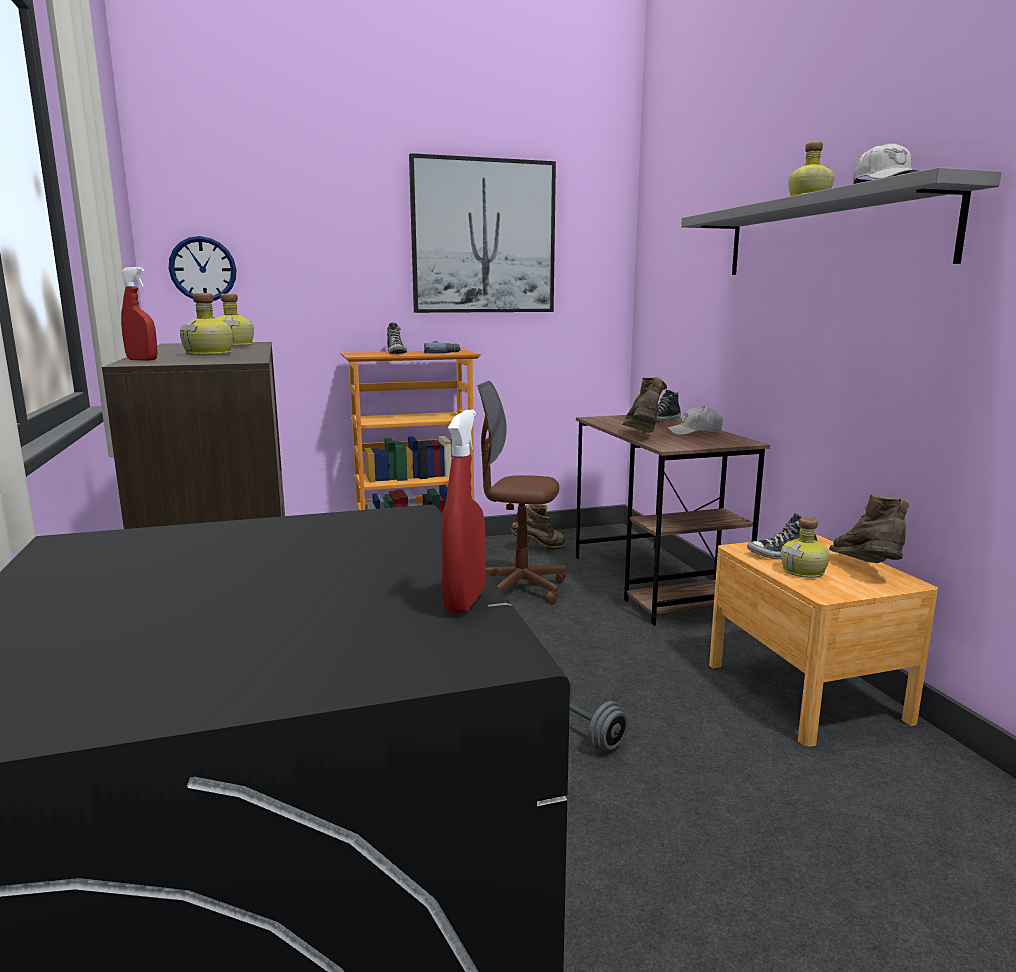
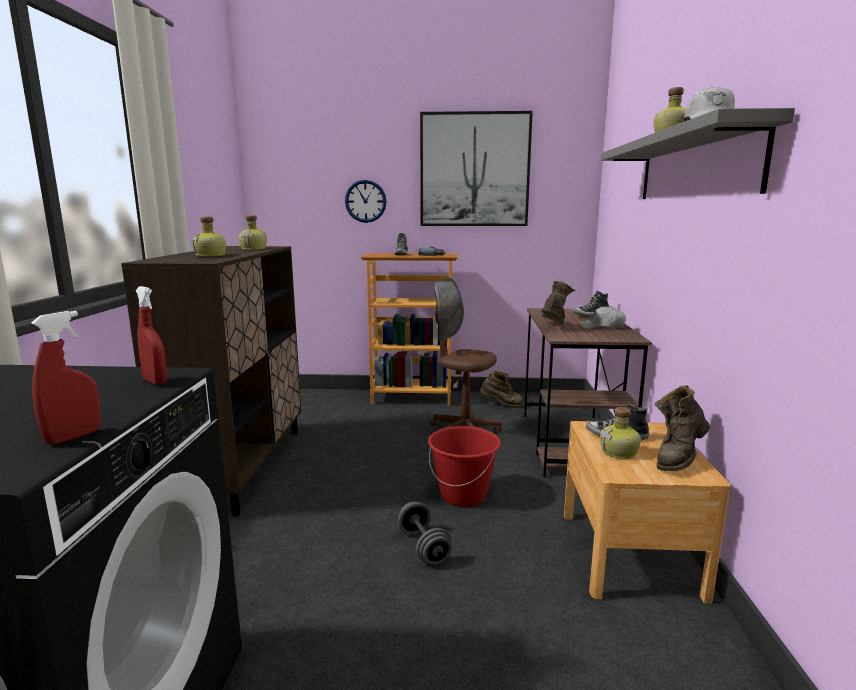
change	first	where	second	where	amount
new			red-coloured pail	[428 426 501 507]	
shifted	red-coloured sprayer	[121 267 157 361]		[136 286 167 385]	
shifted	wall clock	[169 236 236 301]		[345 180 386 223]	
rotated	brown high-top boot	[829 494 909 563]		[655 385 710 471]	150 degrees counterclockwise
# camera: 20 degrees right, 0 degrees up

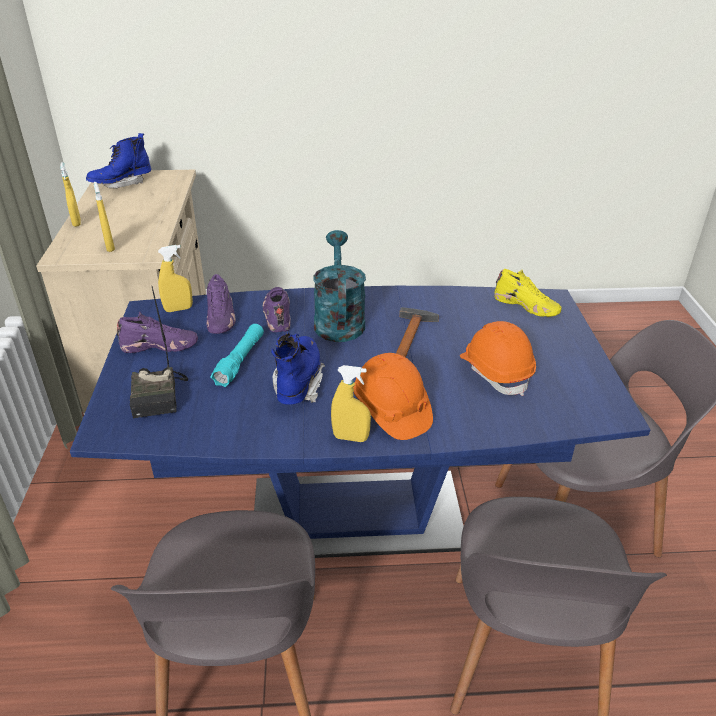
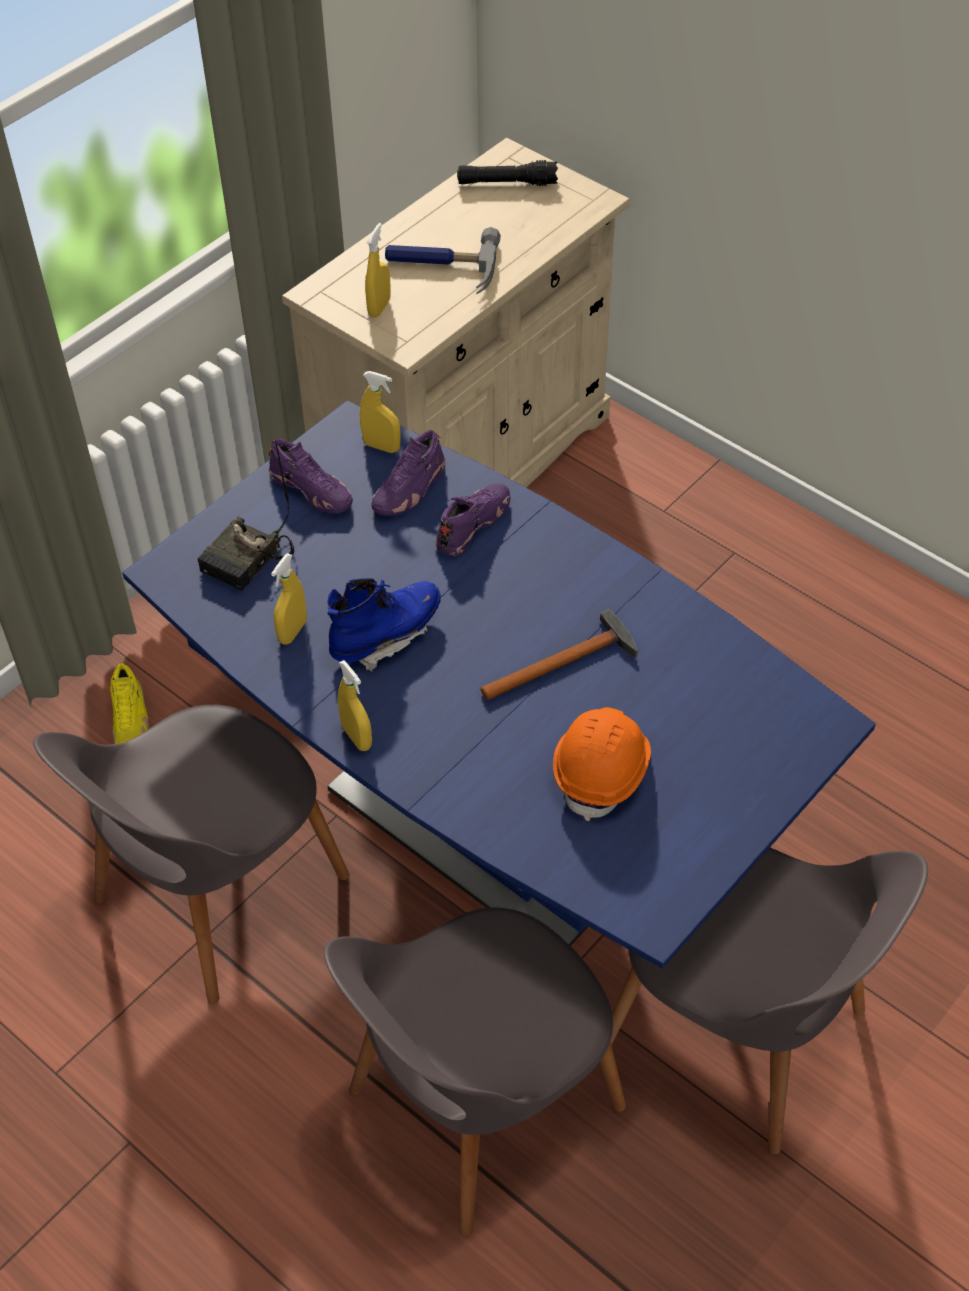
change	first	where	second	where	amount
gone	turquoise hand torch	[211 324 264 387]			
gone	turquoise watering can	[313 230 366 342]			
gone	orange-coloured safety helmet	[353 353 433 440]			
new			tool hammer	[385 227 501 294]	
shifted	yellow sprayer	[60 162 81 227]		[271 553 307 645]	
shifted	yellow low shoe	[494 269 561 317]		[110 663 149 744]	
swapped	blue high-top boot	[86 133 151 189]	black-coloured hand torch	[457 160 558 186]	
# camera: 45 degrees right, 15 degrees up

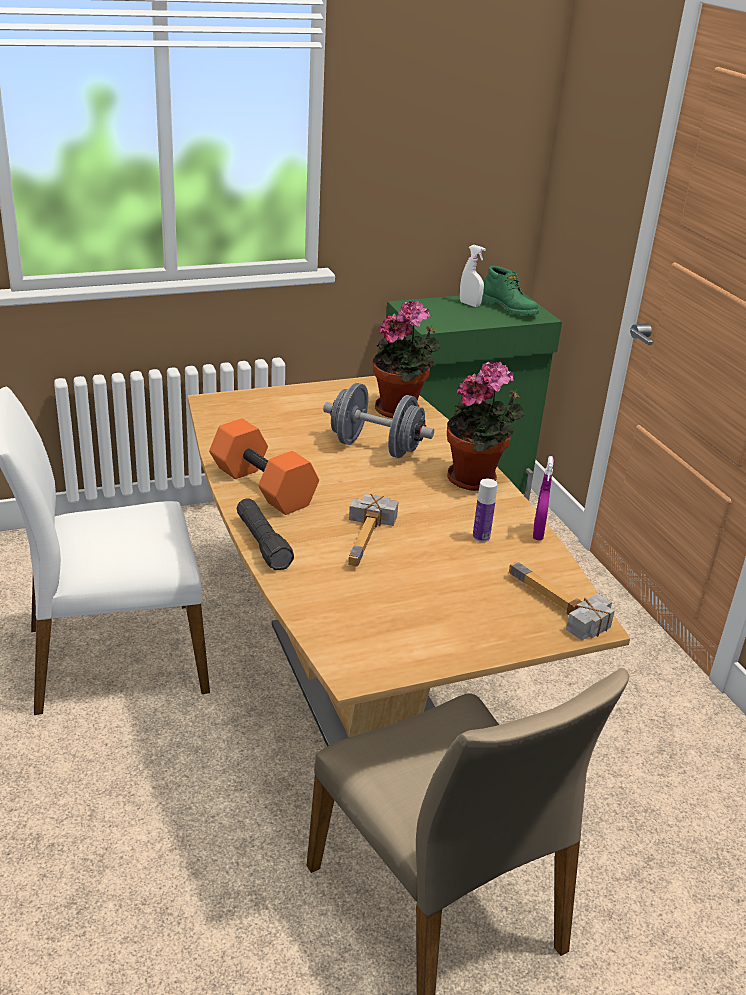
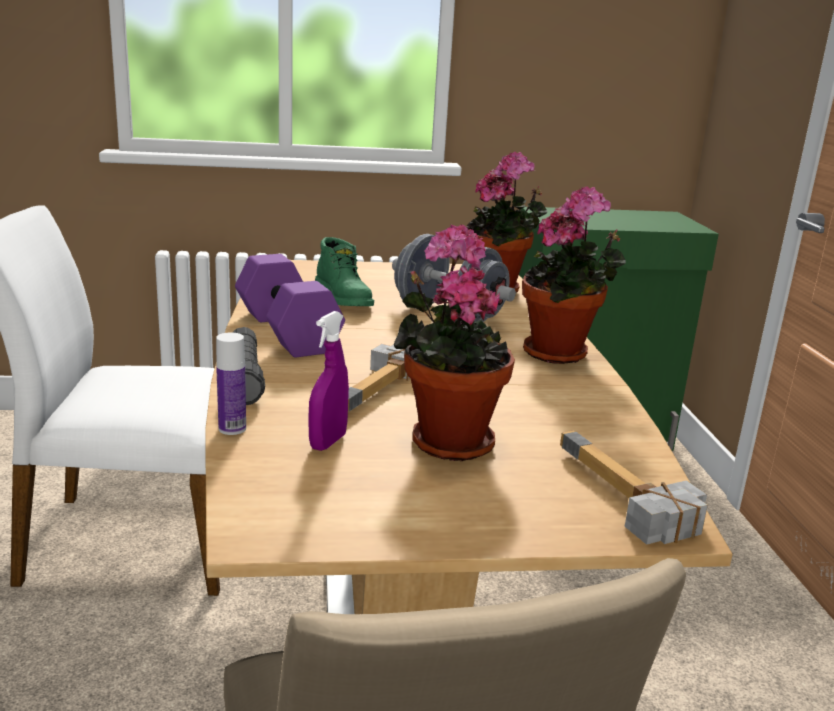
change	first	where	second	where	amount
gone	whitish sprayer	[460 245 486 307]			
new			plant in a pot	[394 224 515 461]	
shifted	beverage bottle	[473 479 497 542]		[216 332 246 435]	
shifted	green high-top boot	[482 266 539 315]		[315 237 374 306]	
shifted	purplish sprayer	[533 456 553 540]		[308 311 349 451]	
repainted	orange-coloured free weight	[209 419 319 515]	purplish free weight	[235 254 345 357]	
# camera: 15 degrees right, 10 degrees down

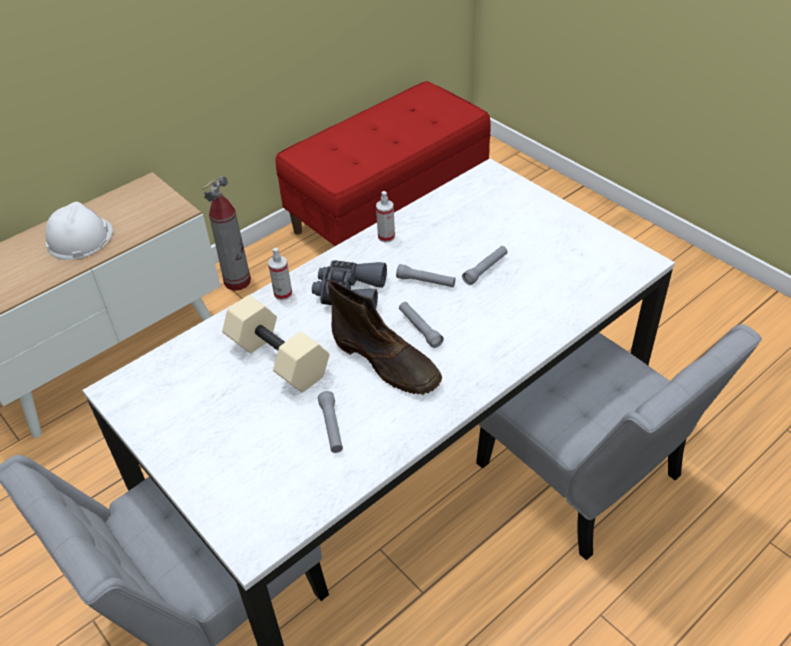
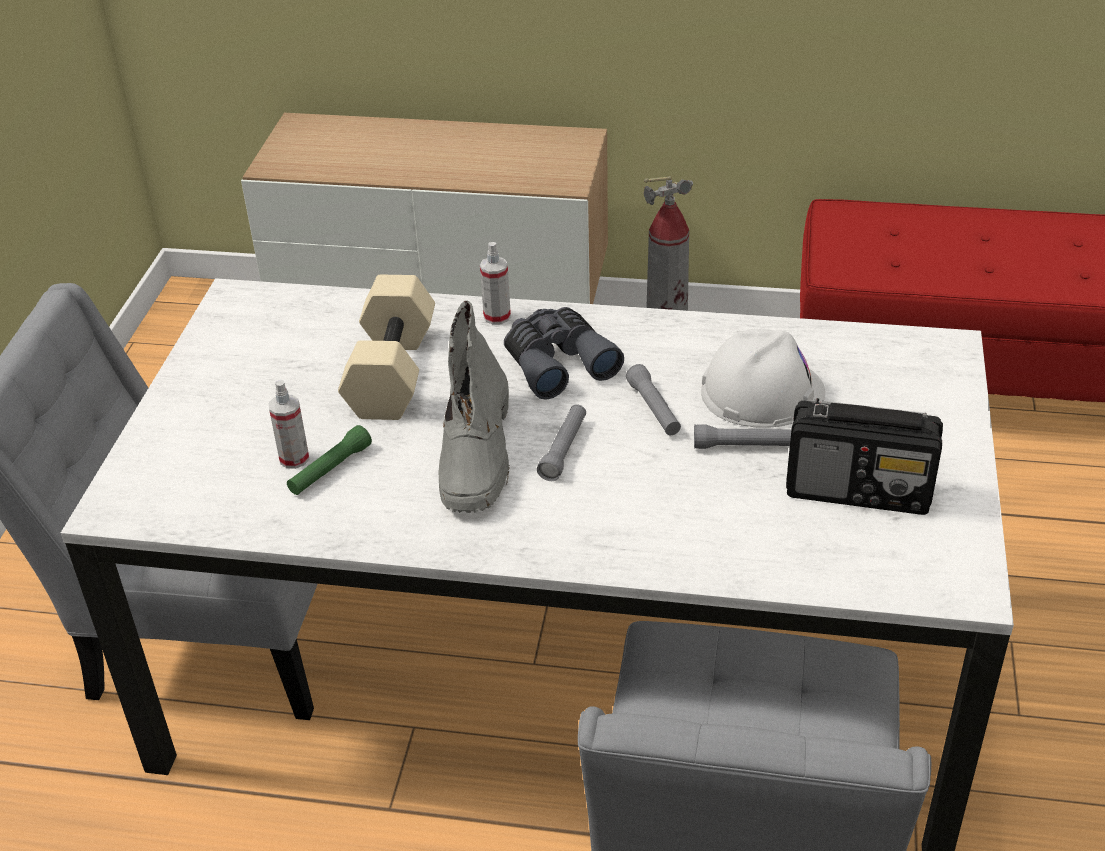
change	first	where	second	where	amount
new			radio receiver	[786 398 943 515]	
shifted	whitish safety helmet	[45 202 113 260]		[701 329 825 428]	
shifted	sprayer	[376 191 395 242]		[269 380 309 469]	
repainted	gray hand torch	[318 391 343 453]	green hand torch	[287 425 372 495]	
repainted	brown high-top boot	[328 281 442 395]	gray high-top boot	[439 300 510 513]	
# camera: 50 degrees right, 5 degrees down

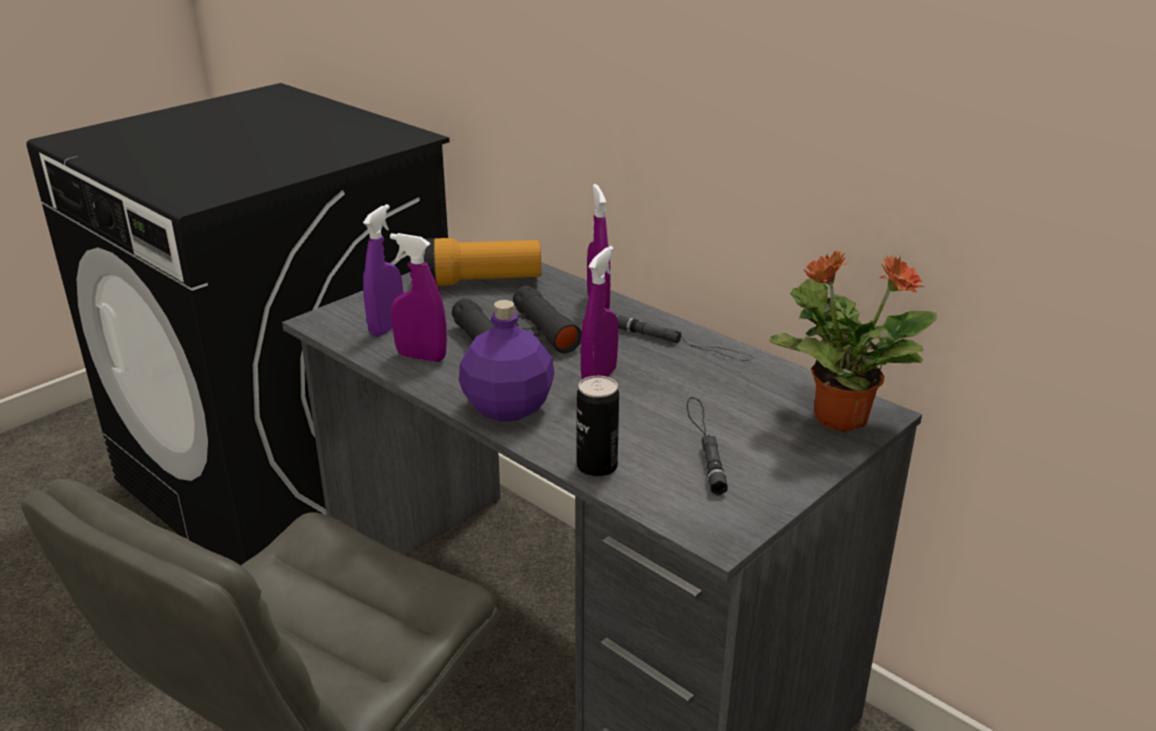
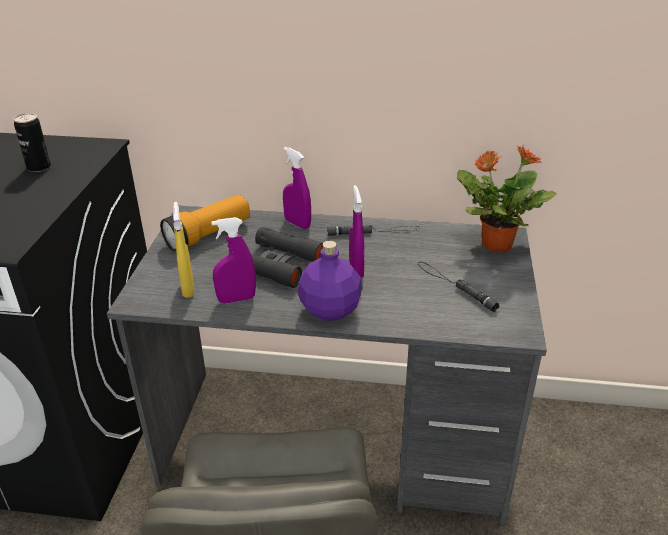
change	first	where	second	where	amount
shifted	metal can	[577 376 619 477]		[14 113 51 172]	
repainted	purplish sprayer	[363 204 403 337]	yellow sprayer	[173 202 194 298]	
# camera: 35 degrees left, 5 degrees up

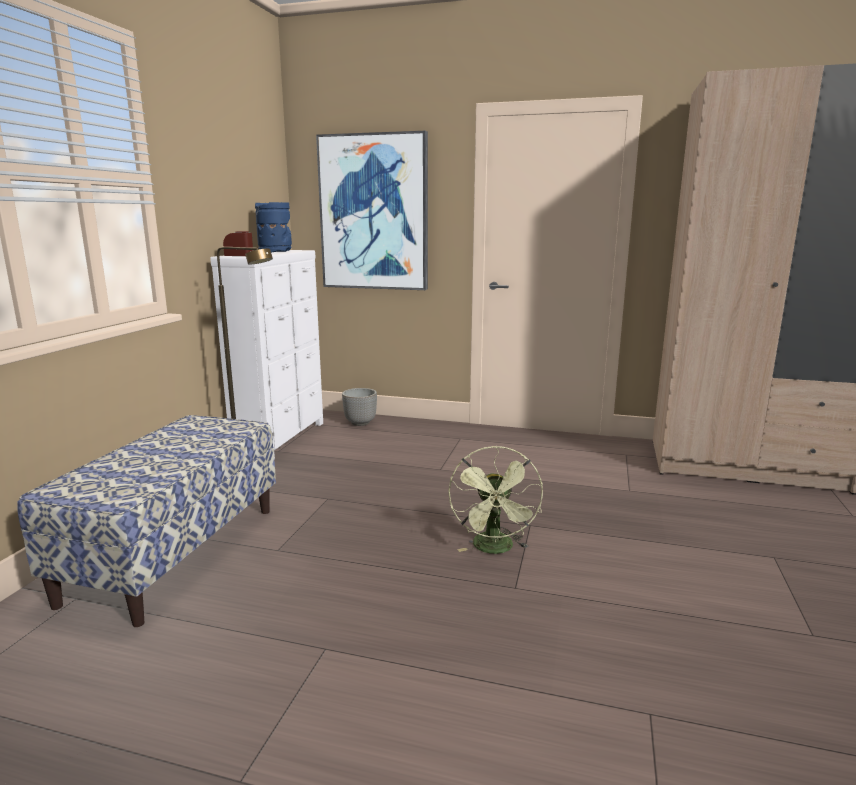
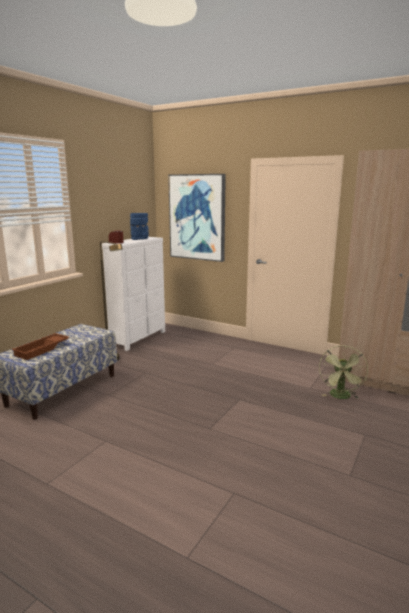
change	first	where	second	where	amount
gone	flower pot	[342 388 377 426]			
new			brown tray	[12 333 69 360]	
shifted	green electric fan	[448 446 543 554]		[319 345 368 399]	
# camera: 15 degrees right, 0 degrees up

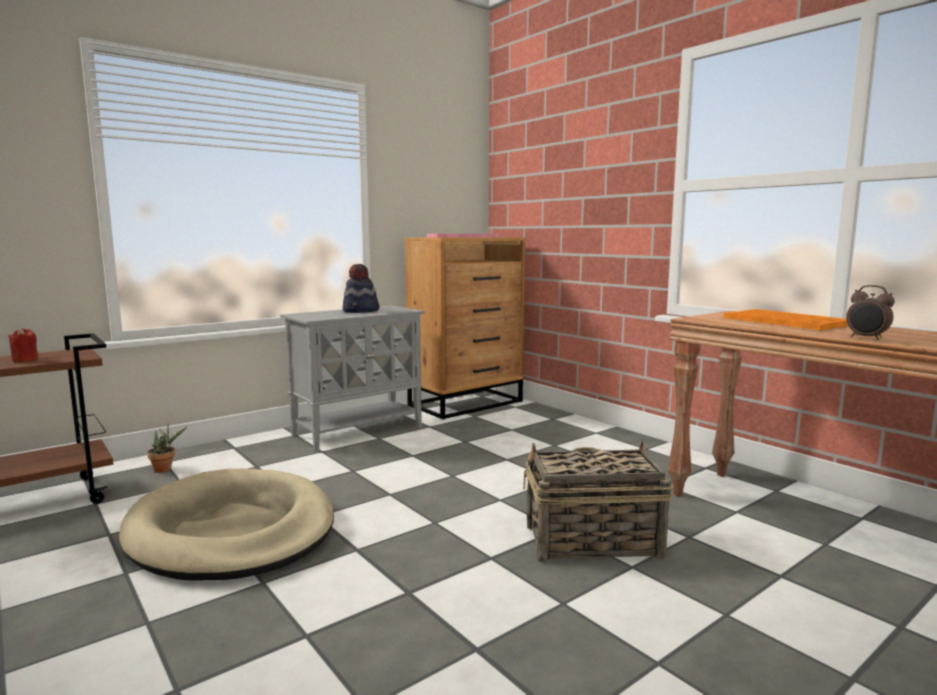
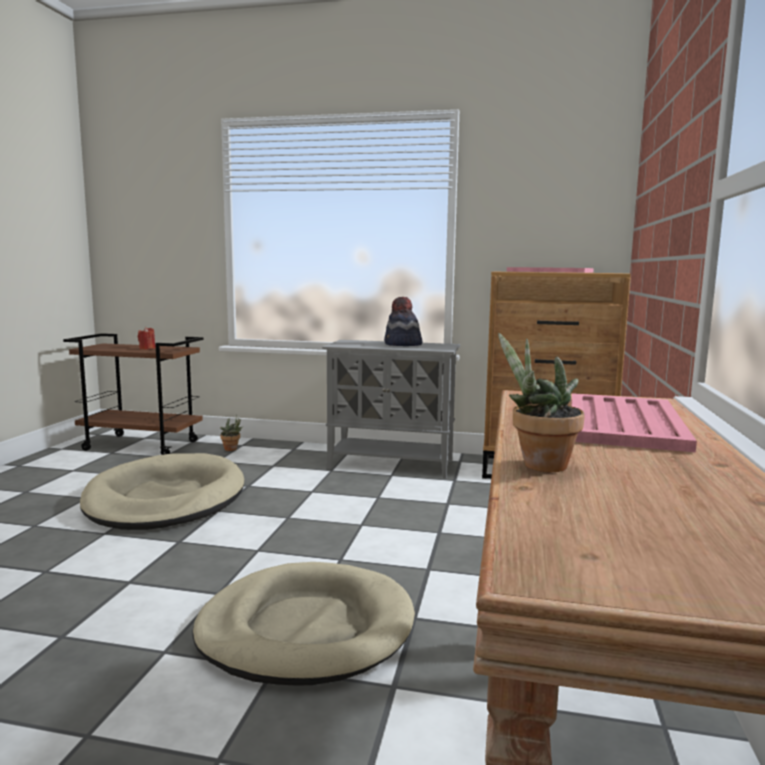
change	first	where	second	where	amount
swapped	household basket	[523 441 673 563]	beige pet bed	[193 562 415 686]	
swapped	alarm clock	[846 285 895 340]	plant in a pot	[498 333 584 472]	
repainted	orange-coloured tray	[724 309 848 330]	pinkish tray	[571 393 697 453]	
# camera: 50 degrees right, 0 degrees up

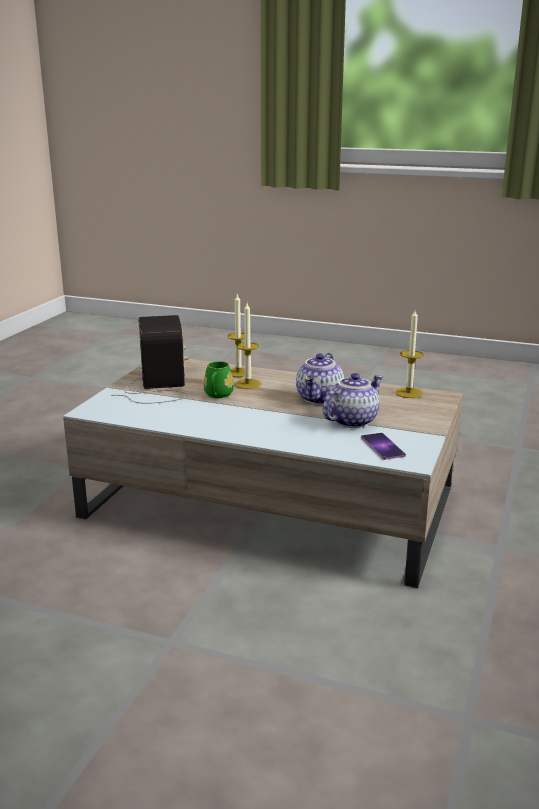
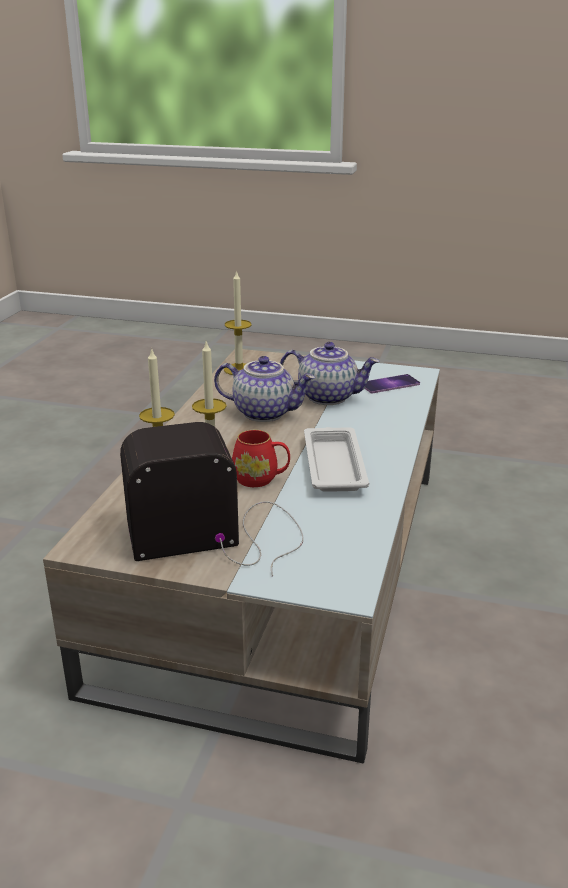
change	first	where	second	where	amount
new			whitish tray	[304 427 369 492]	
repainted	green tea mug	[204 361 234 398]	red-coloured tea mug	[232 430 290 487]	
rotated	teapot	[323 373 383 428]		[280 342 380 405]	150 degrees clockwise
# camera: 95 degrees left, 5 degrees up

